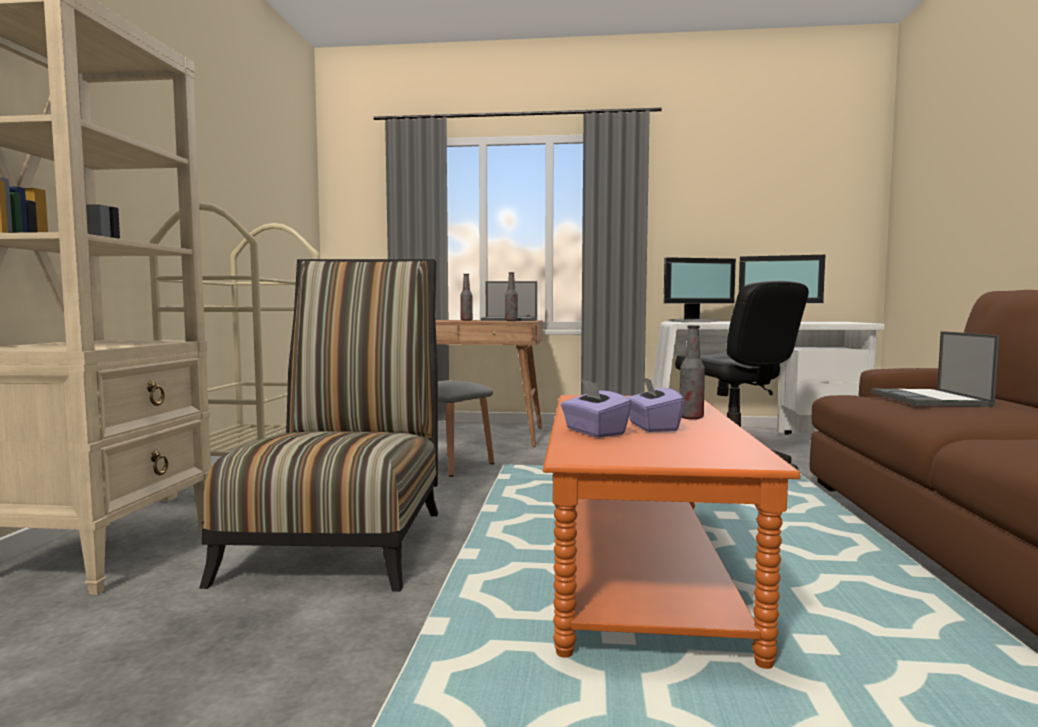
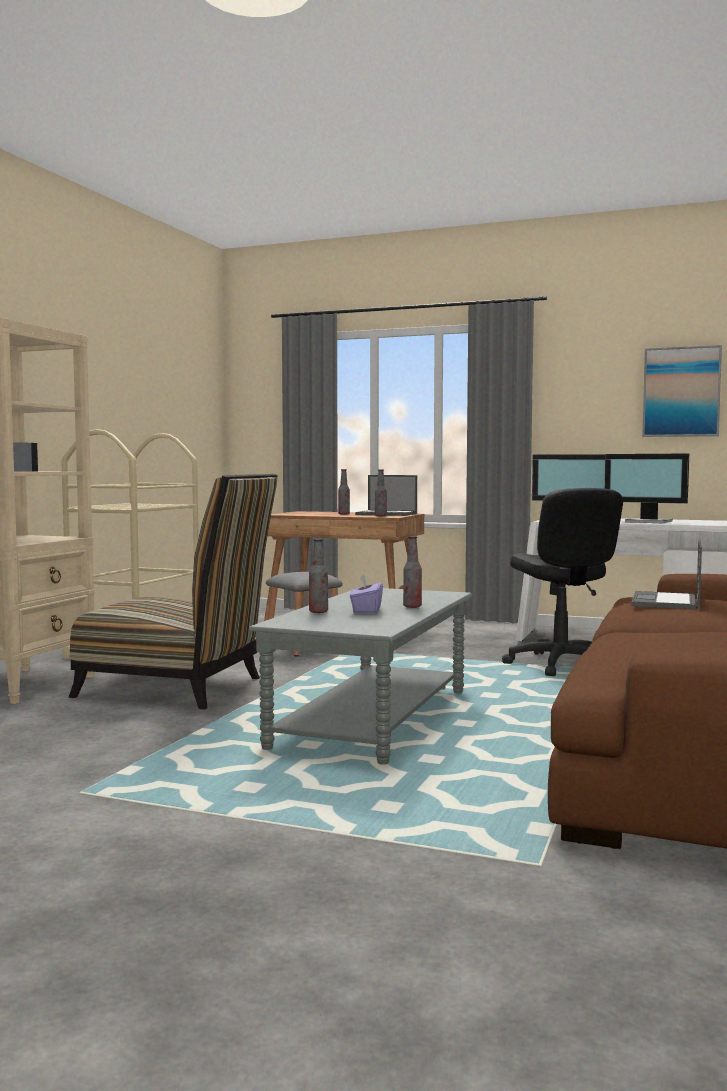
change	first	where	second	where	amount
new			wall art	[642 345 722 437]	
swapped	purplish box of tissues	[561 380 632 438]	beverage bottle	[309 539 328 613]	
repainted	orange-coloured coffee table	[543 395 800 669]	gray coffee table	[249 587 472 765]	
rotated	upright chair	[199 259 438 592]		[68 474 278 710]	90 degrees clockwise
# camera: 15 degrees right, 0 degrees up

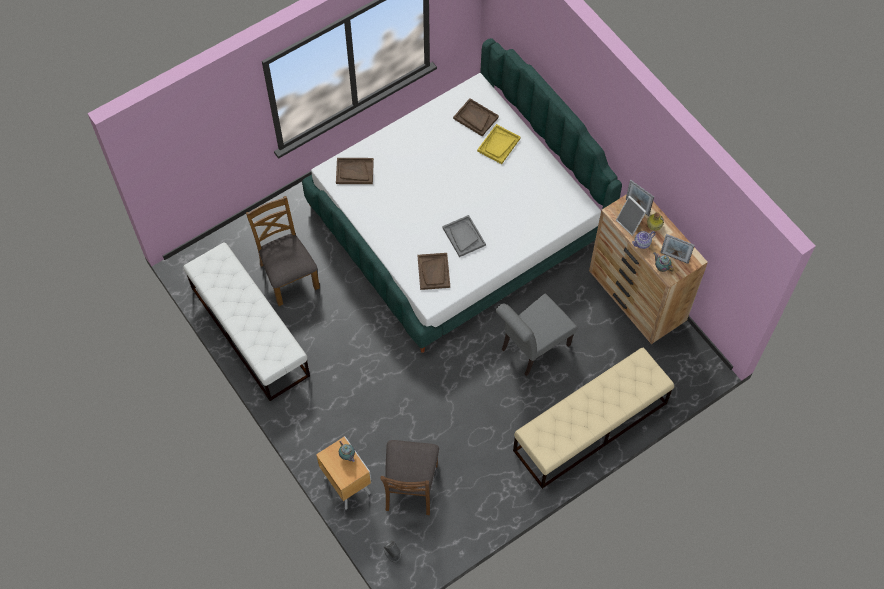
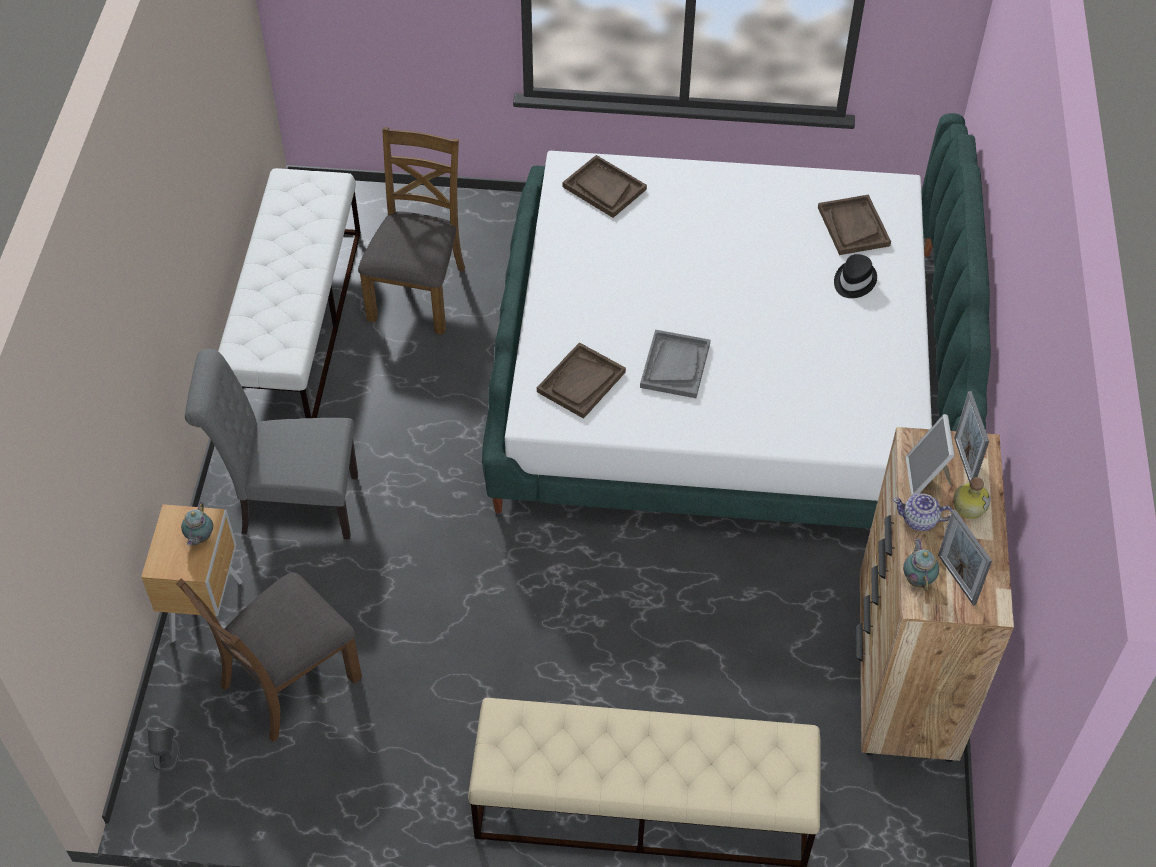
change	first	where	second	where	amount
shifted	gray upright chair	[496 293 577 376]		[185 349 358 539]	
swapped	yellow tray	[477 124 521 164]	black-coloured clothing hat	[834 254 877 298]	
# camera: 40 degrees right, 10 degrees down

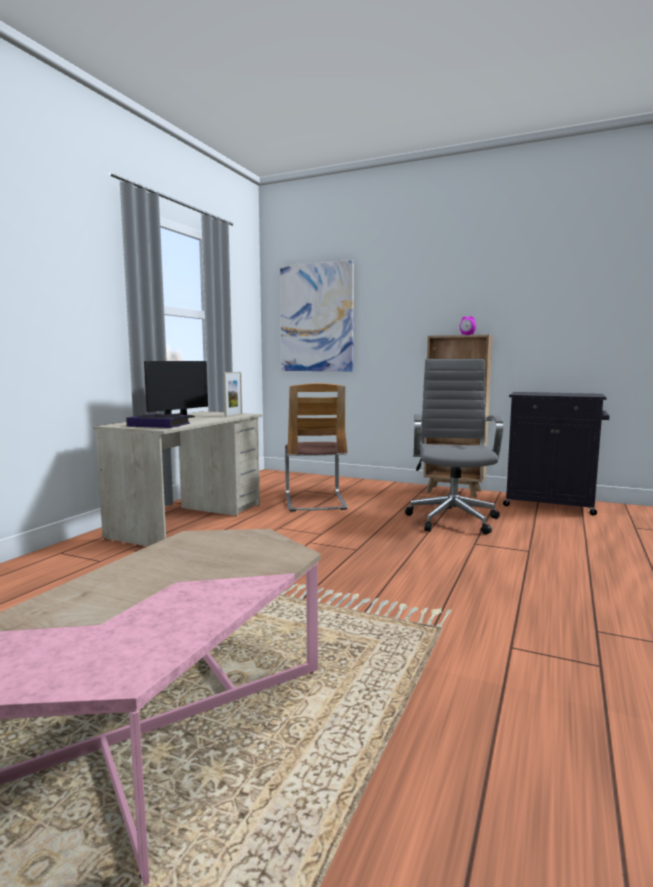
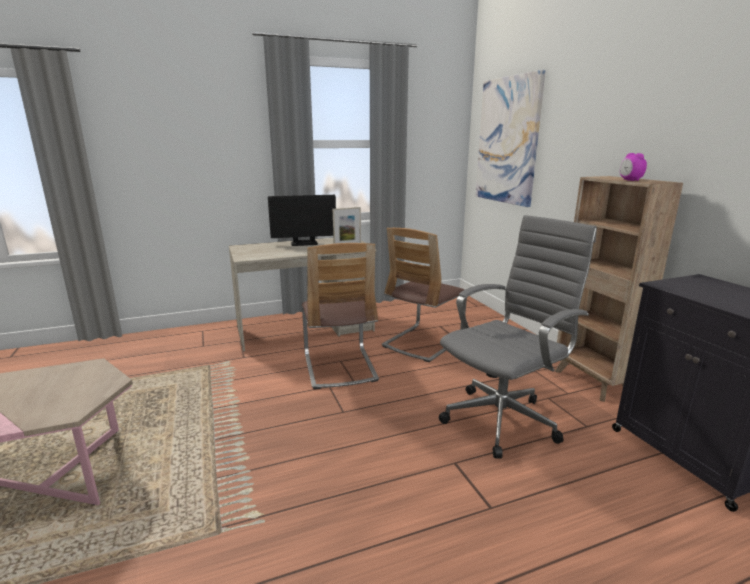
change	first	where	second	where	amount
gone	book	[126 414 190 428]			
new			upright chair	[302 243 379 389]	
# camera: 45 degrees right, 10 degrees up

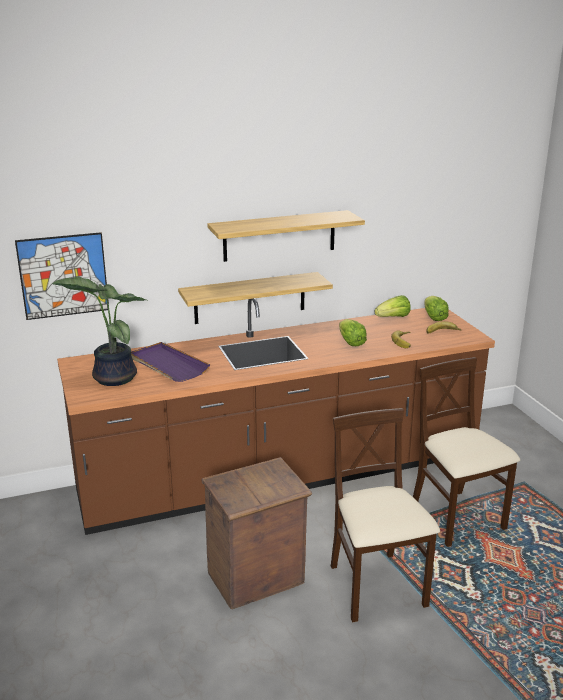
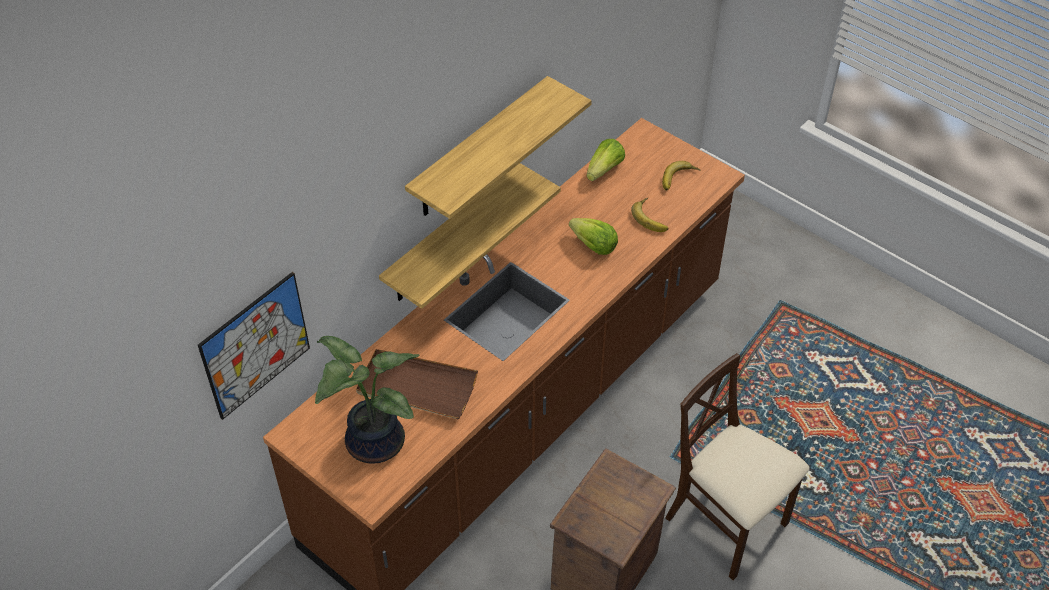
change	first	where	second	where	amount
gone	beige upright chair	[413 357 520 547]			
gone	lettuce	[424 296 449 321]			
repainted	purplish tray	[131 342 210 382]	brown tray	[356 349 478 419]	
# camera: 30 degrees left, 25 degrees up

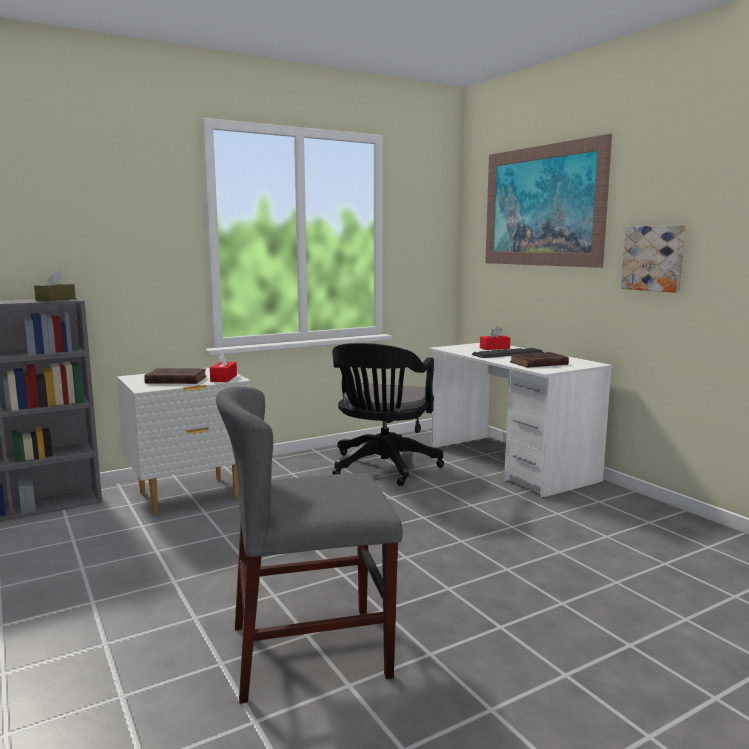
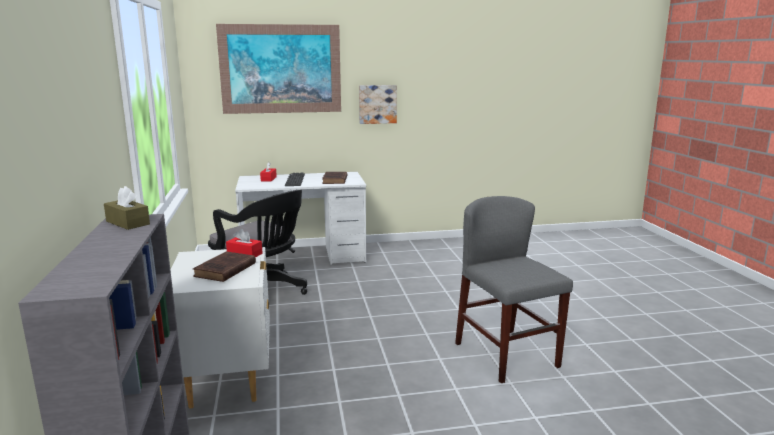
change	first	where	second	where	amount
rotated	gray upright chair	[216 386 403 704]		[455 196 573 383]	150 degrees clockwise
# camera: 70 degrees left, 5 degrees up

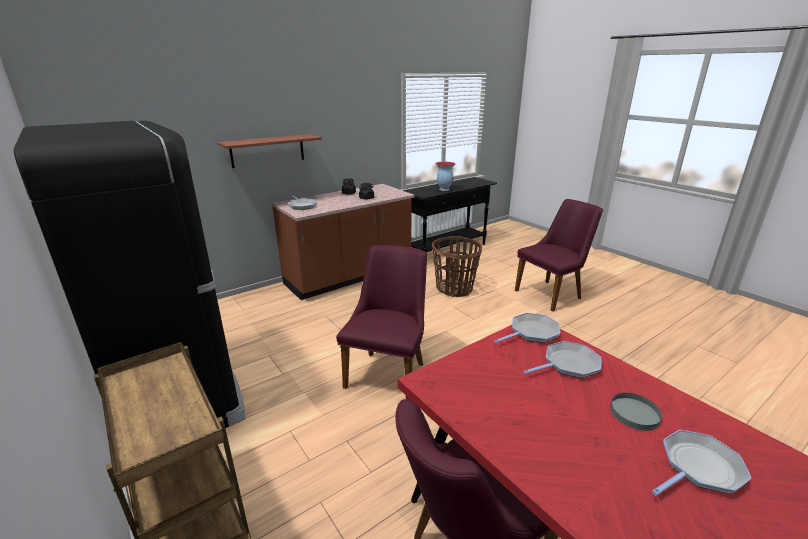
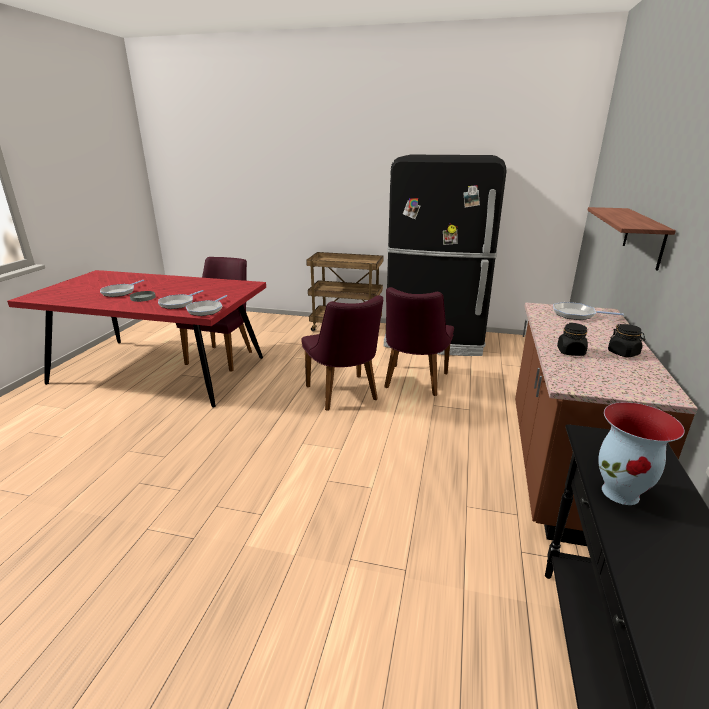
change	first	where	second	where	amount
gone	household basket	[432 236 482 297]			
shifted	purplish upright chair	[515 199 603 311]		[384 287 454 396]	
# camera: 140 degrees right, 0 degrees up

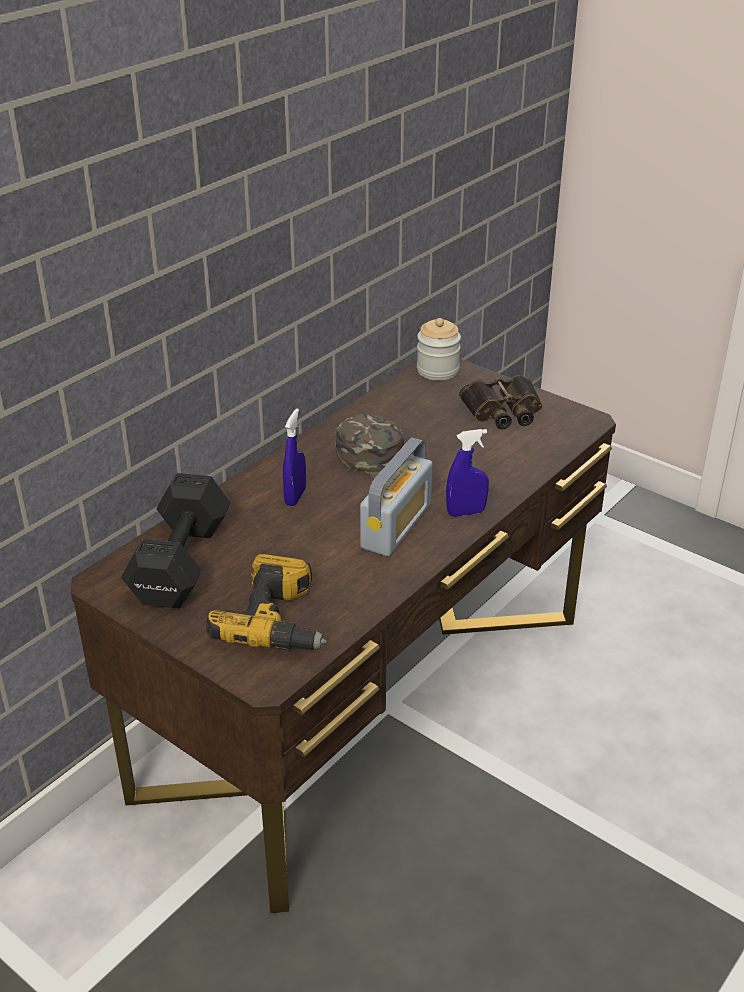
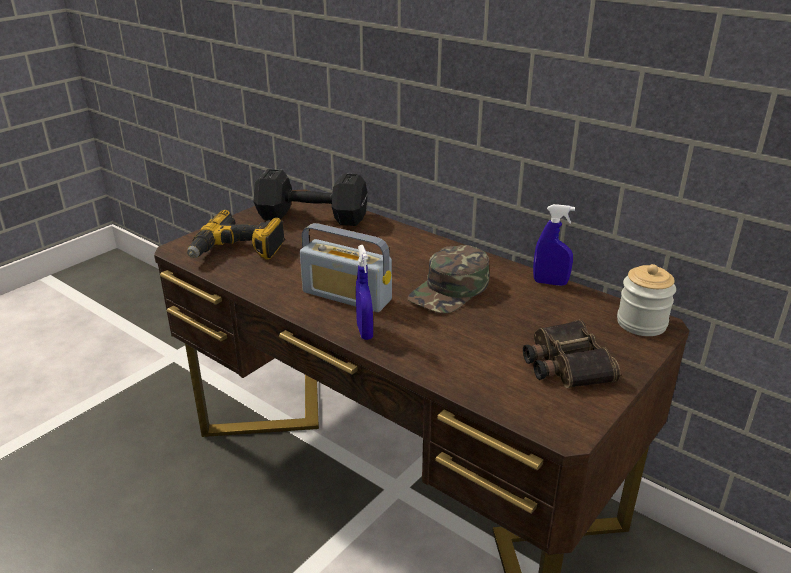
change	first	where	second	where	amount
shifted	blue sprayer	[283 408 306 506]		[533 204 575 286]	
# camera: 90 degrees right, 5 degrees down

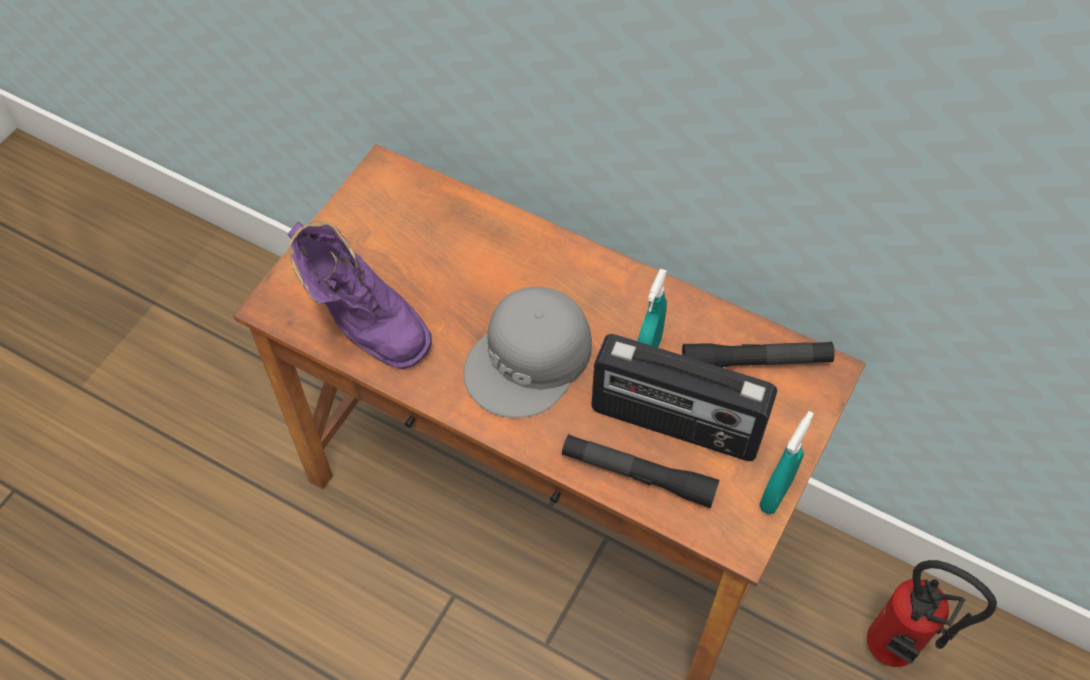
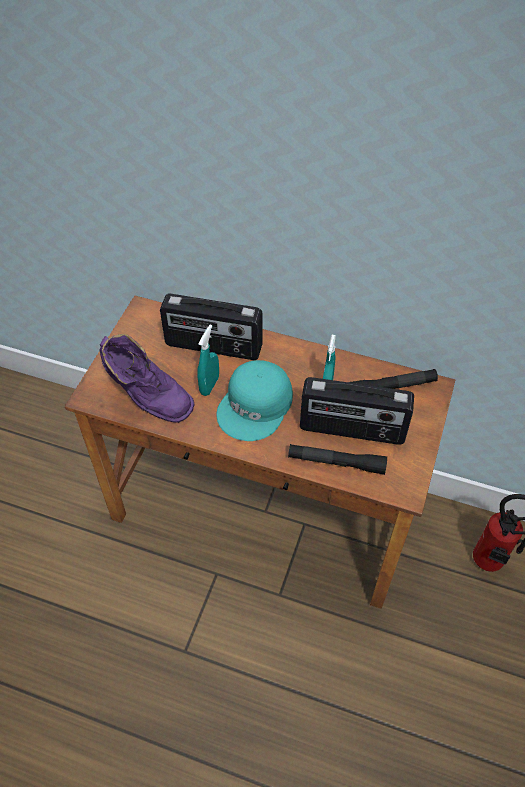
change	first	where	second	where	amount
new			radio receiver	[160 294 262 360]	
shifted	turquoise sprayer	[760 411 814 514]		[197 325 219 396]	
repainted	gray cap	[463 287 592 418]	turquoise cap	[217 360 293 441]	
# camera: 10 degrees left, 5 degrees down

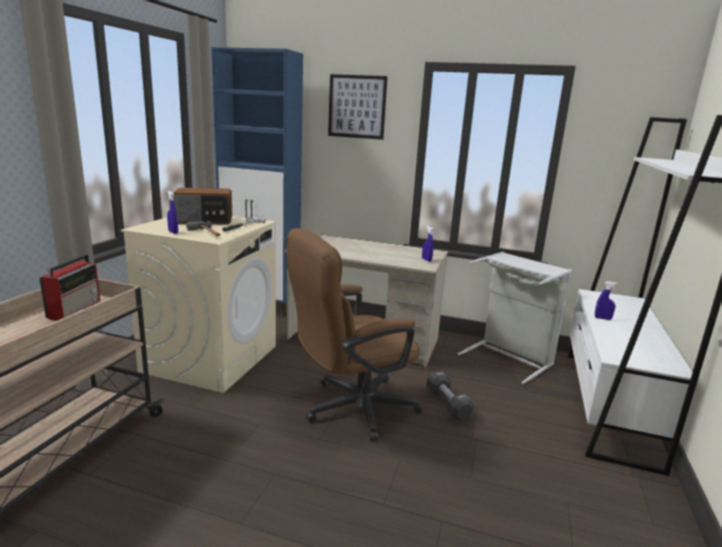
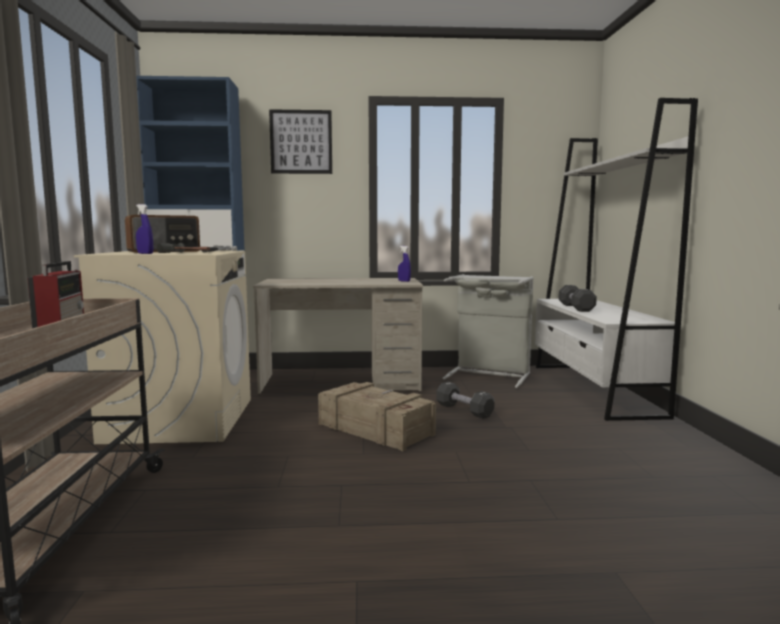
change	first	where	second	where	amount
swapped	brown office chair	[286 228 422 441]	crate	[318 382 436 451]	
swapped	blue sprayer	[595 281 618 320]	black-coloured free weight	[558 285 597 312]	
# camera: 20 degrees left, 10 degrees down

